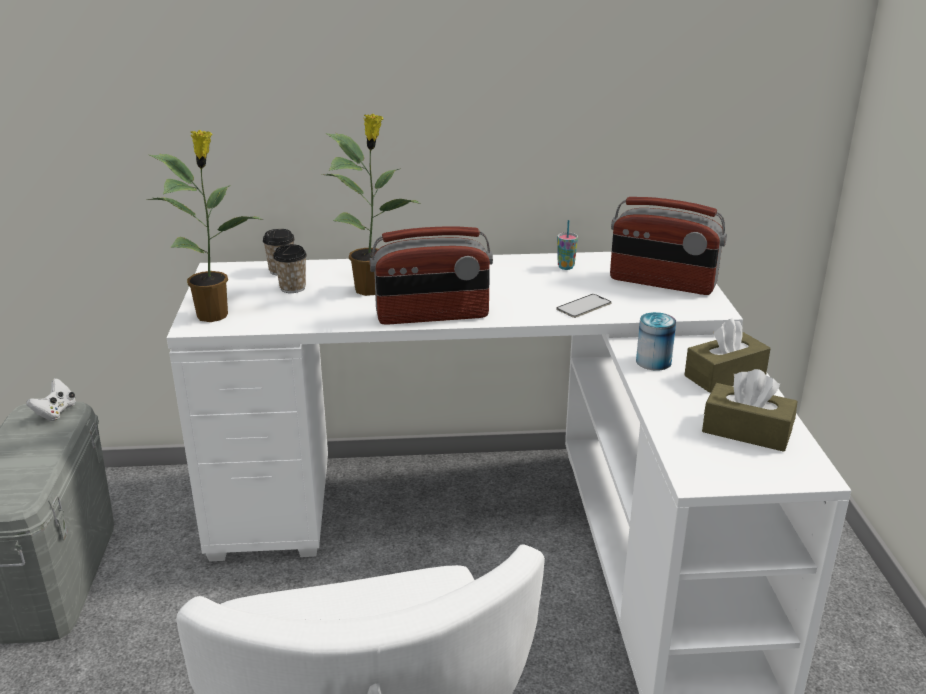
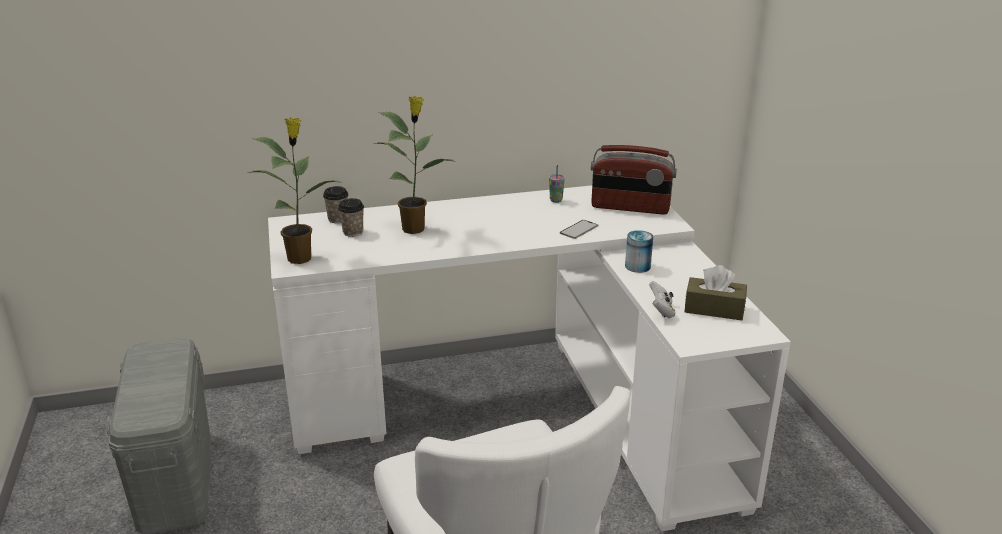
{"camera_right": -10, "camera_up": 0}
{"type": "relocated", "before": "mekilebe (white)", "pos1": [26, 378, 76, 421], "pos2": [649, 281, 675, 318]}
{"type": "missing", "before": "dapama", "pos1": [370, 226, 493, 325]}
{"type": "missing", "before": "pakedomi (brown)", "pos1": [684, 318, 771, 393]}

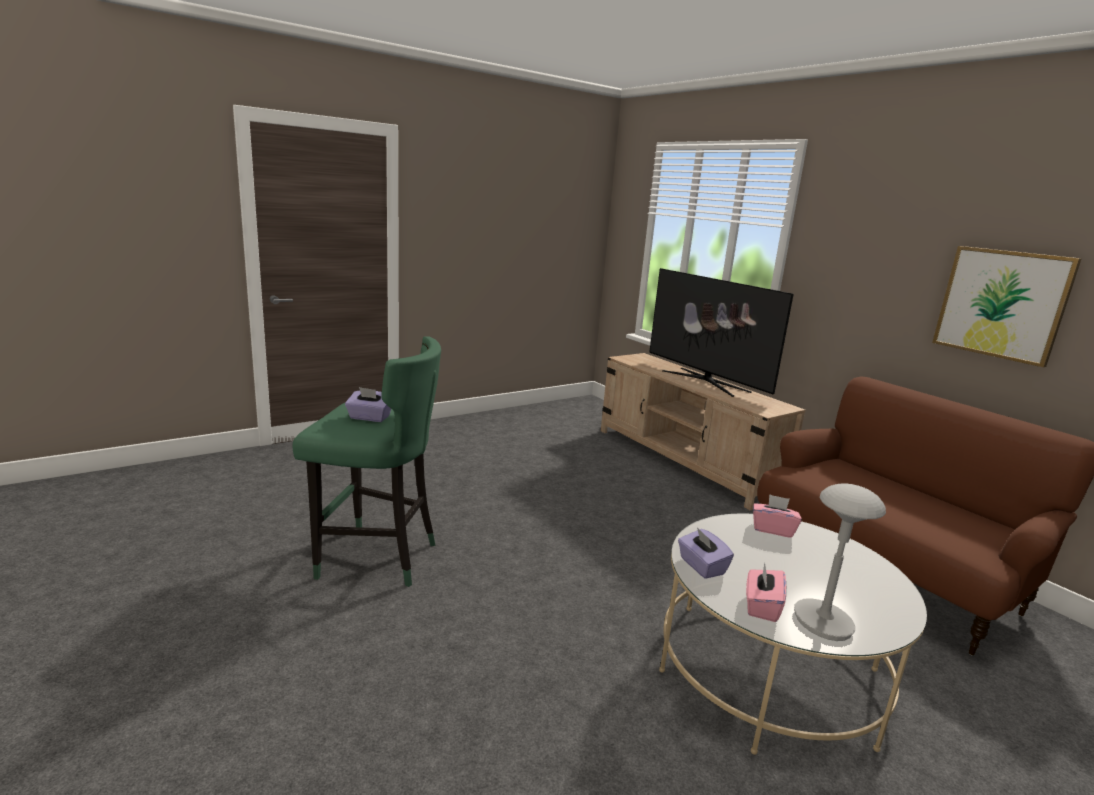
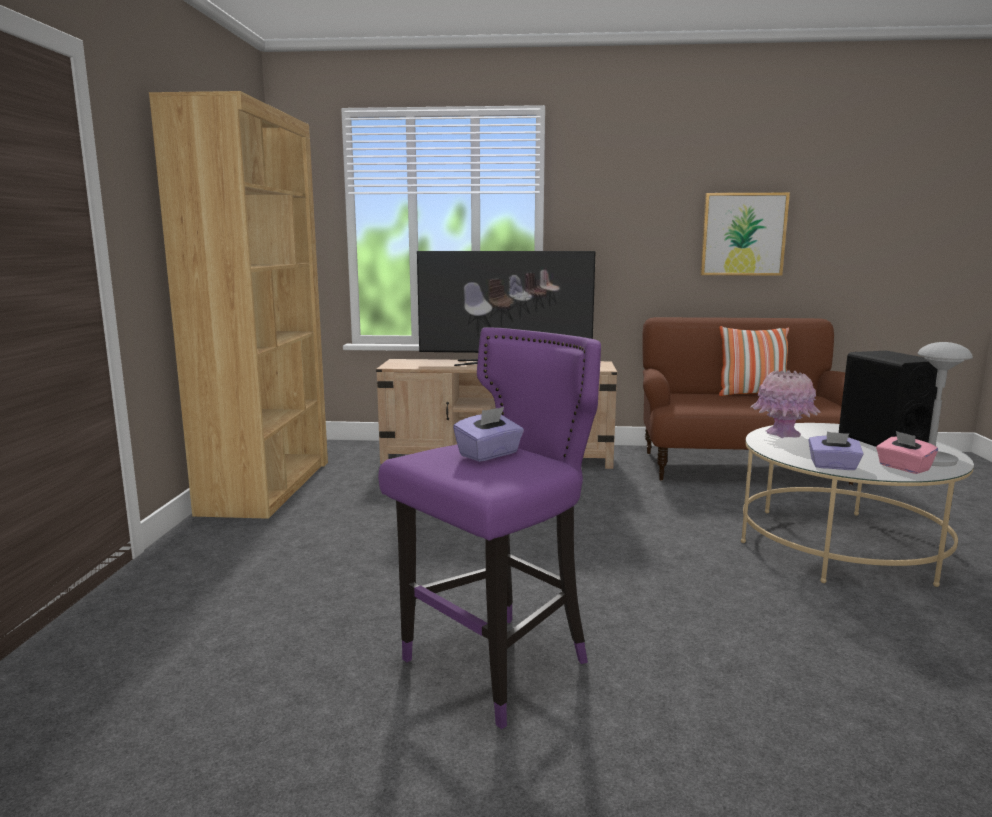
{"camera_right": -50, "camera_up": -5}
{"type": "colour", "before": "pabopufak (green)", "after": "pabopufak (purple)", "pos1": [292, 336, 441, 587], "pos2": [378, 327, 601, 729]}
{"type": "exchanged", "before": "pakedomi (pink)", "after": "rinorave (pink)", "pos1": [753, 494, 802, 538], "pos2": [750, 370, 821, 438]}
{"type": "appeared", "after": "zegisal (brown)", "pos2": [149, 91, 328, 519]}
{"type": "appeared", "after": "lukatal", "pos2": [719, 326, 789, 396]}
{"type": "appeared", "after": "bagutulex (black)", "pos2": [839, 351, 938, 447]}

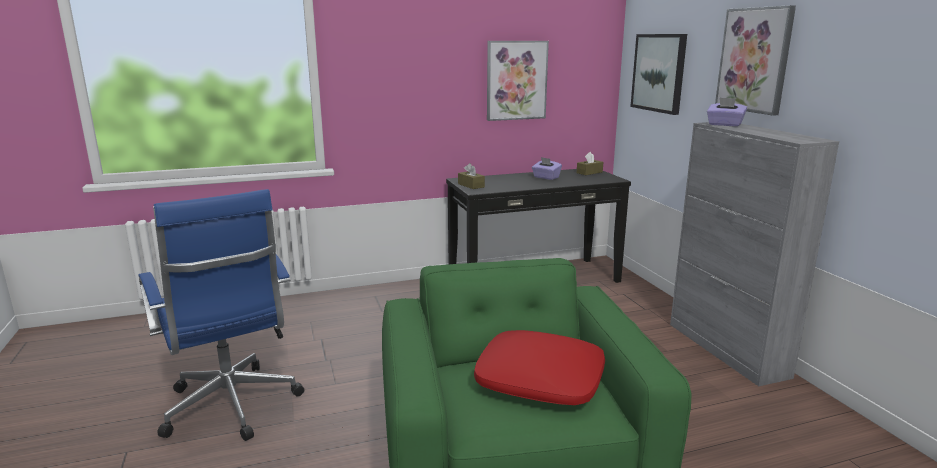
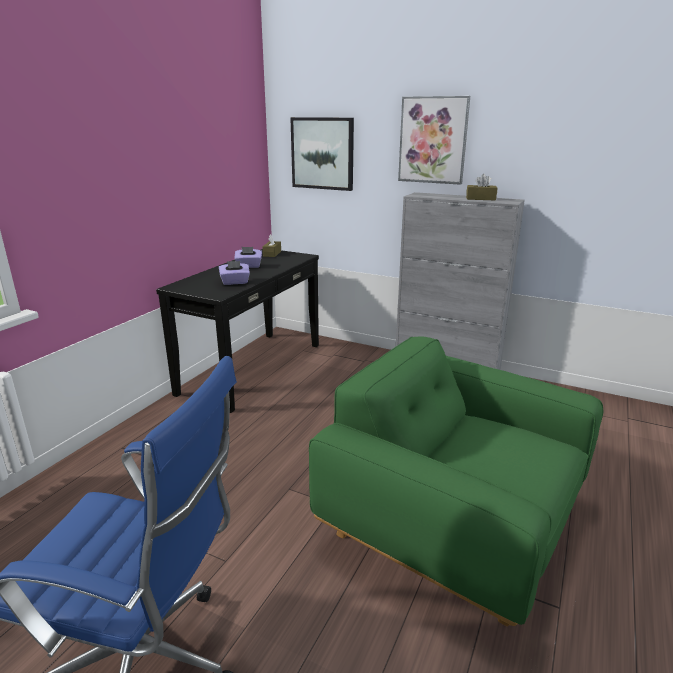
{"camera_right": -45, "camera_up": 5}
{"type": "relocated", "before": "pakedomi (brown)", "pos1": [458, 163, 485, 189], "pos2": [466, 174, 497, 200]}
{"type": "missing", "before": "lukatal (red)", "pos1": [474, 330, 605, 405]}
{"type": "missing", "before": "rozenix", "pos1": [487, 41, 549, 121]}
{"type": "relocated", "before": "pakedomi (purple)", "pos1": [707, 97, 747, 126], "pos2": [219, 261, 250, 285]}

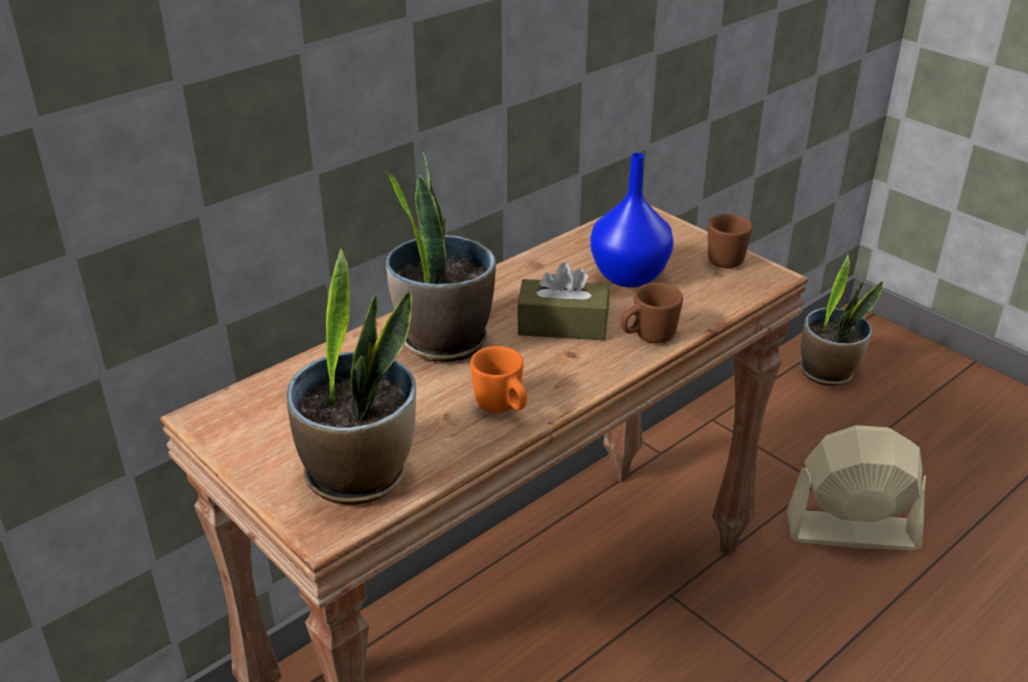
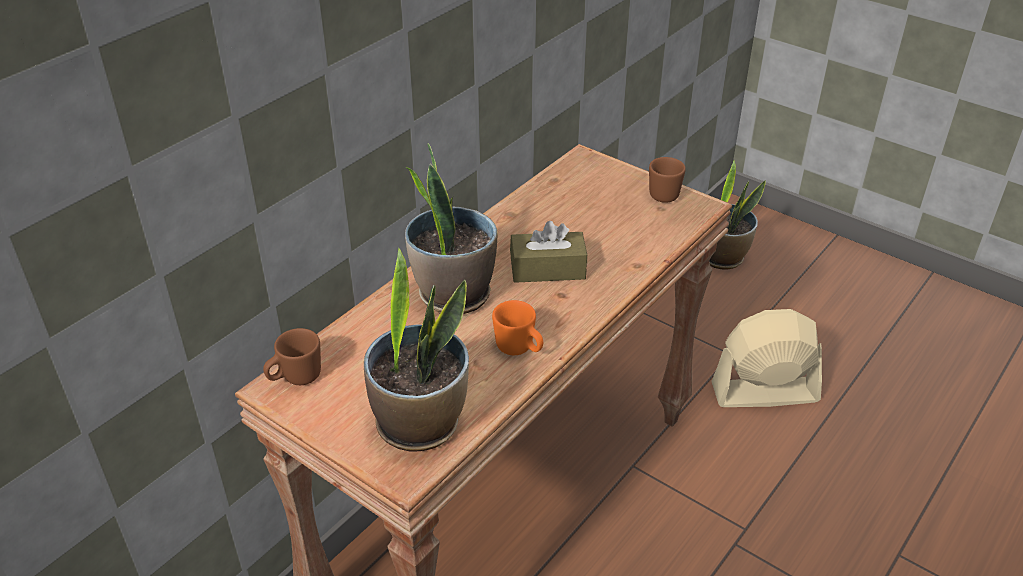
{"camera_right": -10, "camera_up": 5}
{"type": "missing", "before": "rinorave (blue)", "pos1": [590, 153, 674, 288]}
{"type": "relocated", "before": "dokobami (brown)", "pos1": [621, 283, 683, 343], "pos2": [263, 328, 321, 385]}

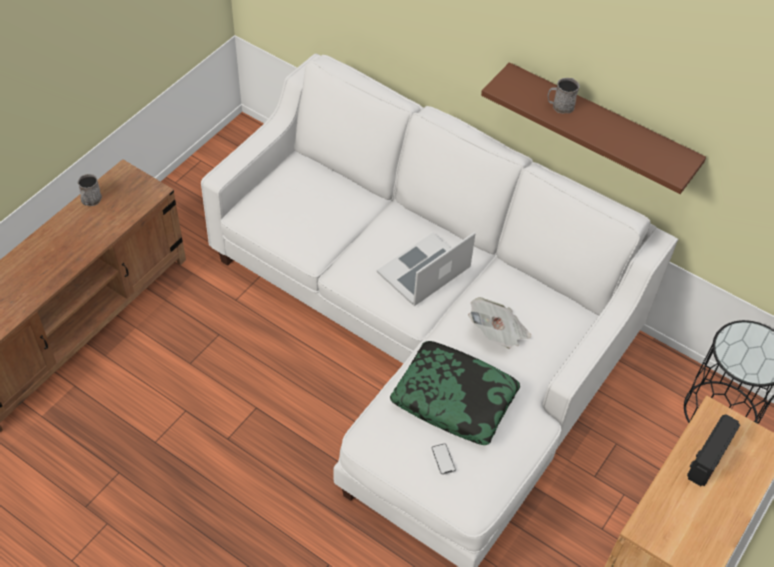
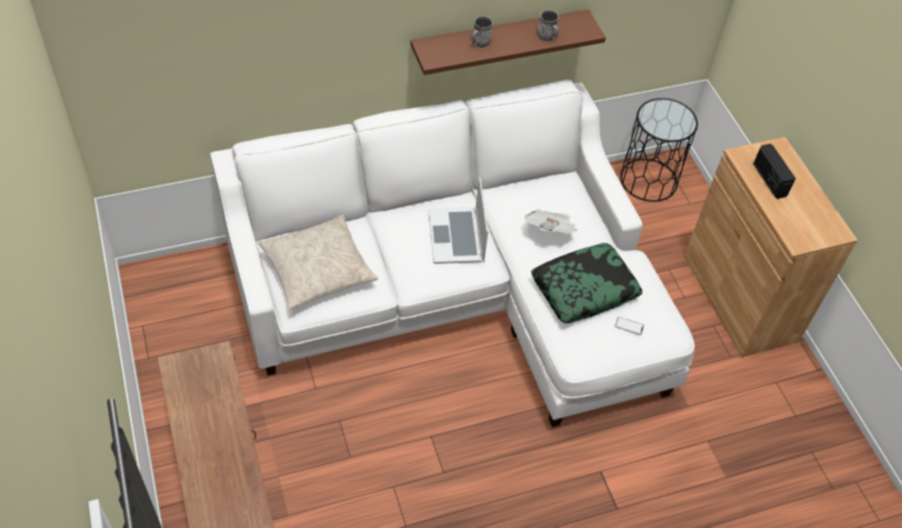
{"camera_right": -55, "camera_up": 0}
{"type": "relocated", "before": "dokobami (grey)", "pos1": [78, 174, 102, 206], "pos2": [537, 10, 559, 42]}
{"type": "appeared", "after": "lukatal (beige)", "pos2": [258, 214, 378, 310]}

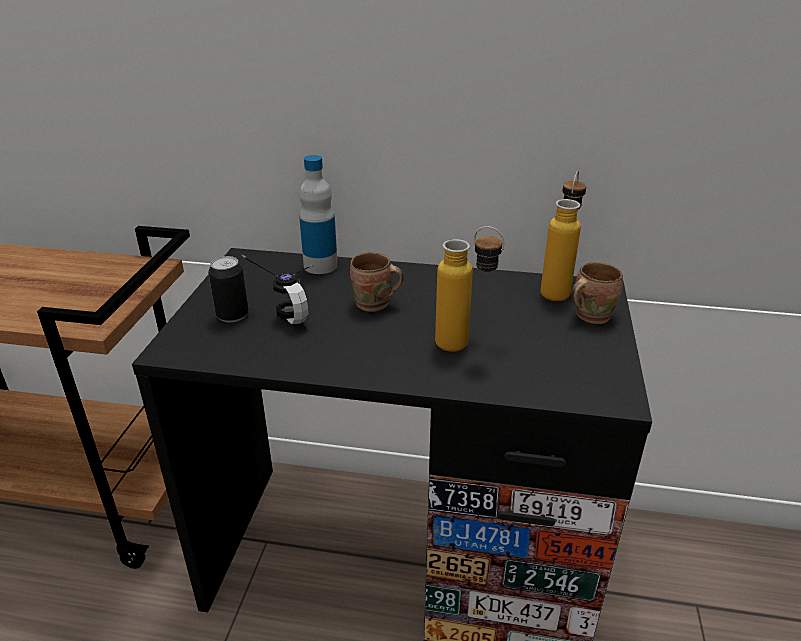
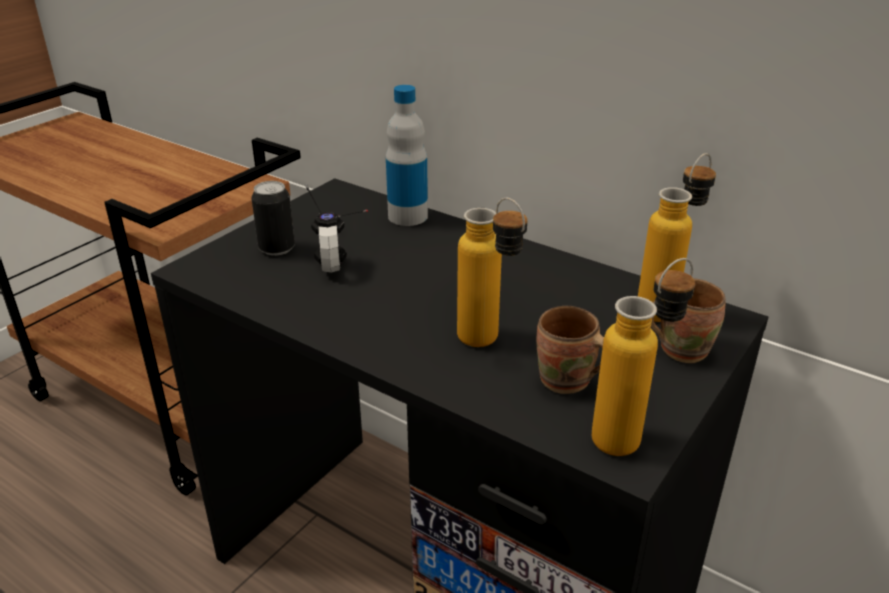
{"camera_right": 25, "camera_up": 0}
{"type": "relocated", "before": "dokobami (brown)", "pos1": [350, 252, 403, 312], "pos2": [536, 306, 604, 394]}
{"type": "appeared", "after": "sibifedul", "pos2": [592, 258, 695, 456]}

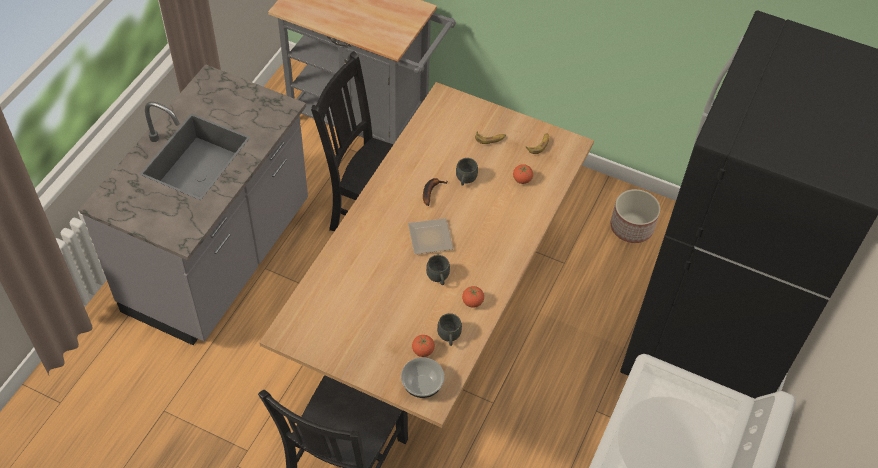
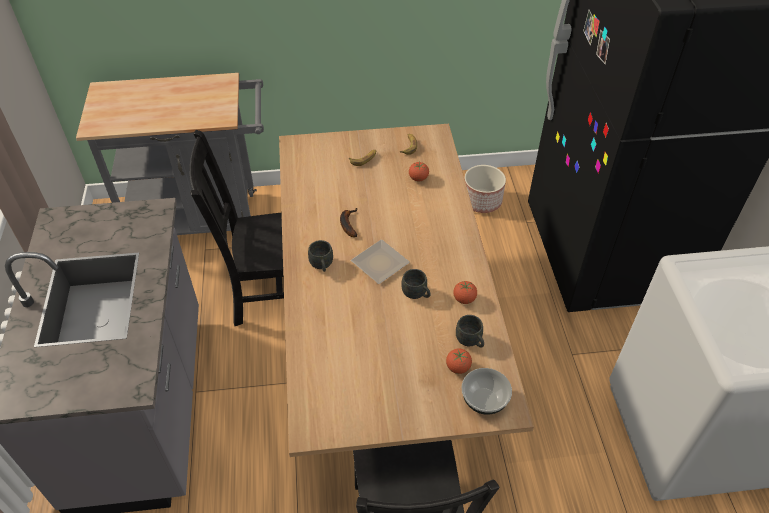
{"camera_right": -30, "camera_up": -5}
{"type": "relocated", "before": "dokobami (grey)", "pos1": [456, 158, 478, 186], "pos2": [308, 240, 333, 272]}

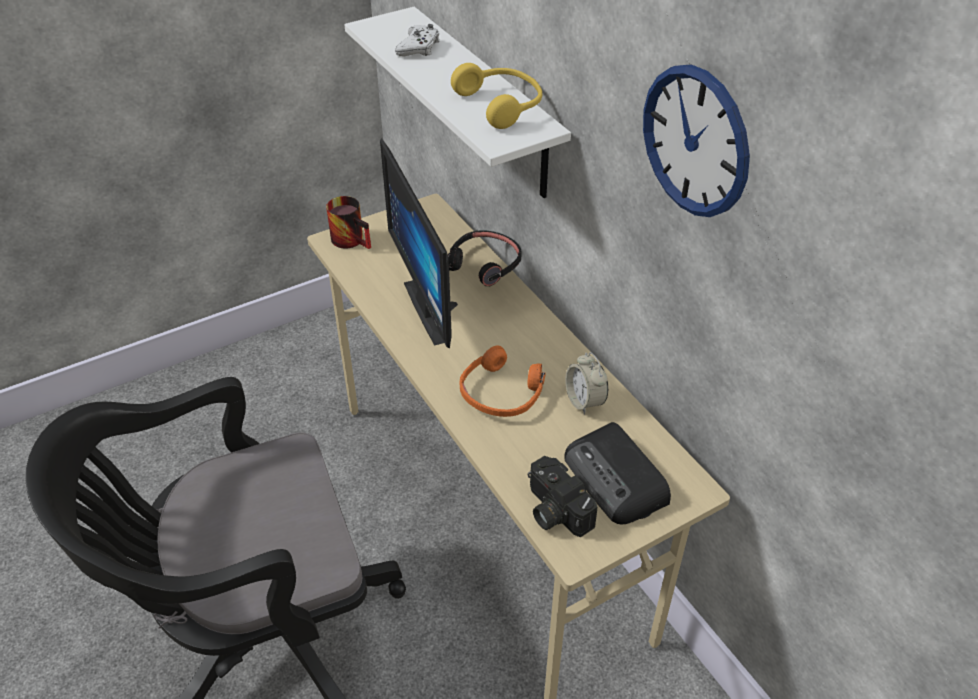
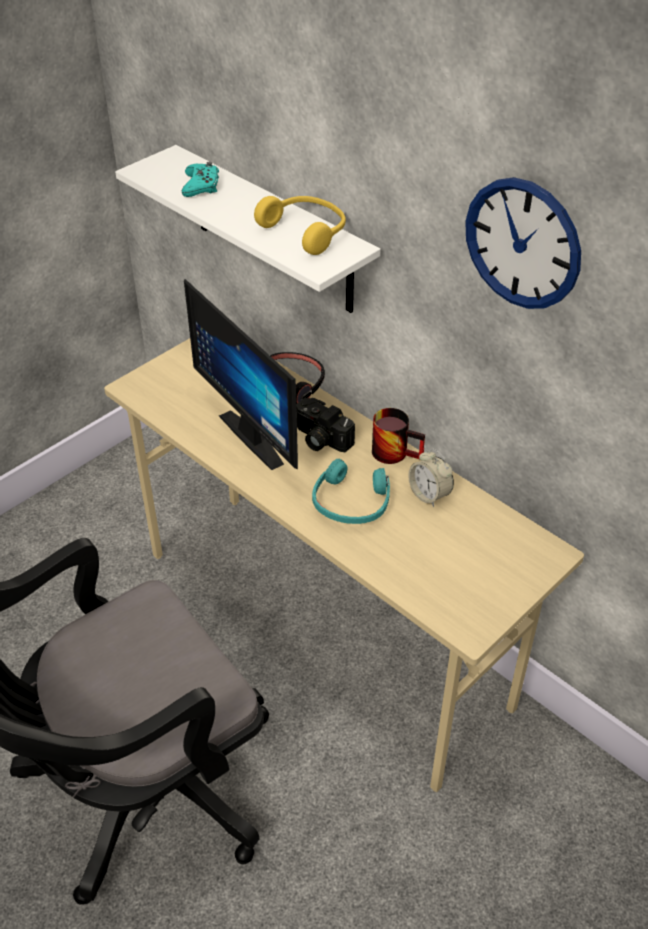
{"camera_right": -15, "camera_up": 0}
{"type": "relocated", "before": "dokobami", "pos1": [326, 196, 371, 249], "pos2": [372, 408, 425, 464]}
{"type": "colour", "before": "mekilebe (white)", "after": "mekilebe (turquoise)", "pos1": [395, 24, 440, 56], "pos2": [182, 162, 219, 197]}
{"type": "colour", "before": "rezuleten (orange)", "after": "rezuleten (turquoise)", "pos1": [460, 345, 546, 417], "pos2": [312, 459, 390, 524]}
{"type": "relocated", "before": "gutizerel", "pos1": [528, 456, 597, 538], "pos2": [296, 398, 355, 452]}
{"type": "missing", "before": "dapama", "pos1": [564, 422, 671, 524]}

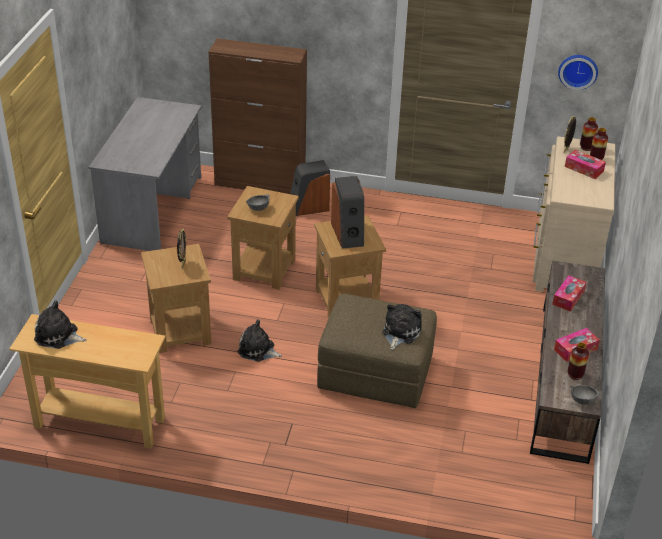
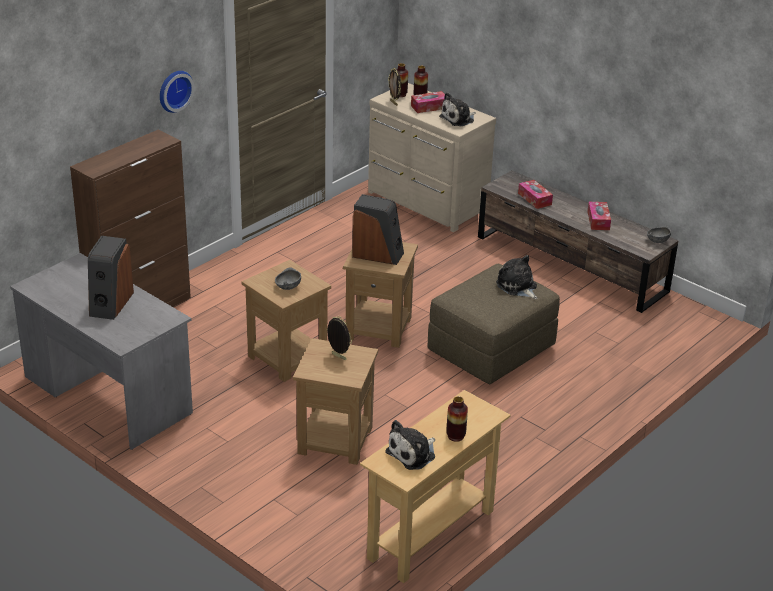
{"camera_right": -60, "camera_up": -5}
{"type": "relocated", "before": "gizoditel", "pos1": [237, 319, 282, 362], "pos2": [439, 92, 476, 126]}
{"type": "relocated", "before": "bagutulex", "pos1": [290, 160, 330, 216], "pos2": [88, 236, 134, 320]}
{"type": "relocated", "before": "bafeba", "pos1": [558, 55, 598, 90], "pos2": [160, 71, 194, 113]}
{"type": "relocated", "before": "rinorave", "pos1": [568, 343, 589, 380], "pos2": [446, 396, 468, 442]}

